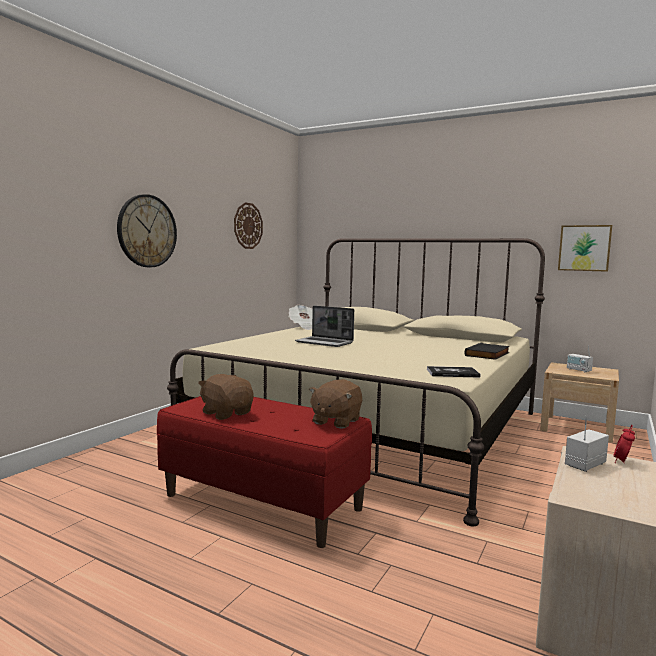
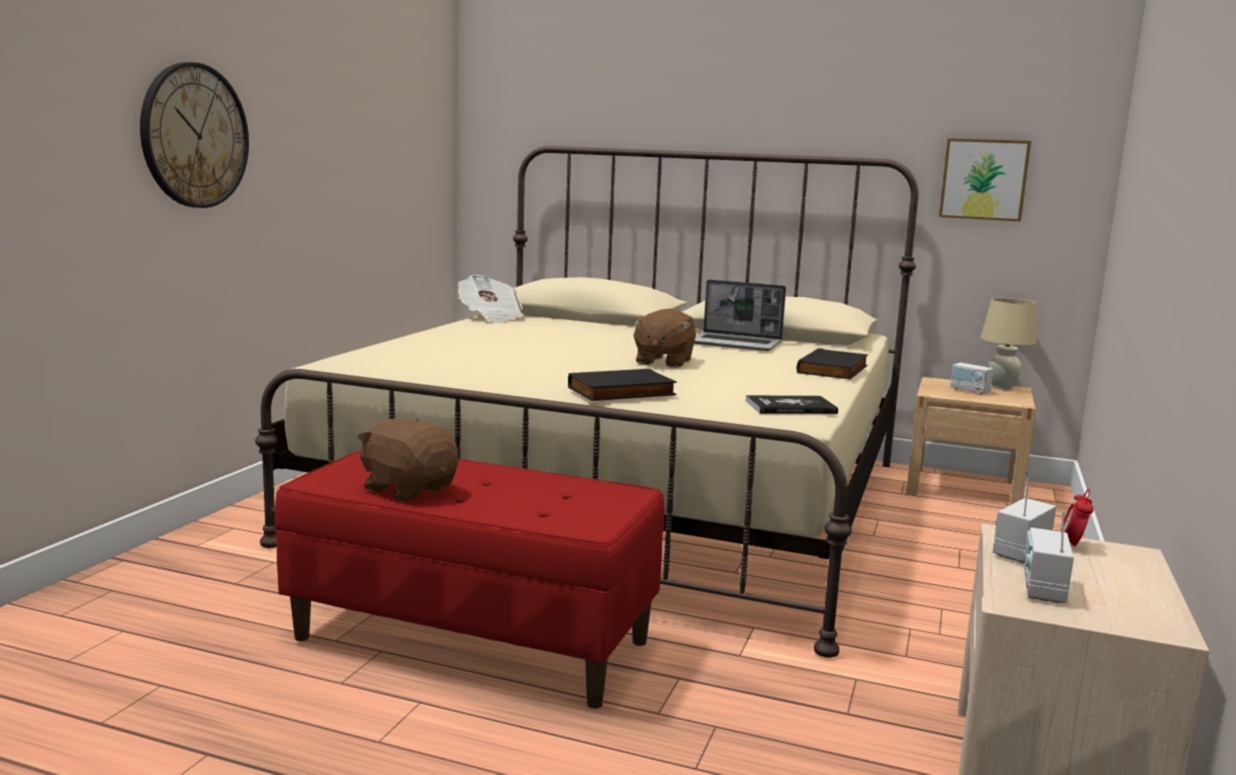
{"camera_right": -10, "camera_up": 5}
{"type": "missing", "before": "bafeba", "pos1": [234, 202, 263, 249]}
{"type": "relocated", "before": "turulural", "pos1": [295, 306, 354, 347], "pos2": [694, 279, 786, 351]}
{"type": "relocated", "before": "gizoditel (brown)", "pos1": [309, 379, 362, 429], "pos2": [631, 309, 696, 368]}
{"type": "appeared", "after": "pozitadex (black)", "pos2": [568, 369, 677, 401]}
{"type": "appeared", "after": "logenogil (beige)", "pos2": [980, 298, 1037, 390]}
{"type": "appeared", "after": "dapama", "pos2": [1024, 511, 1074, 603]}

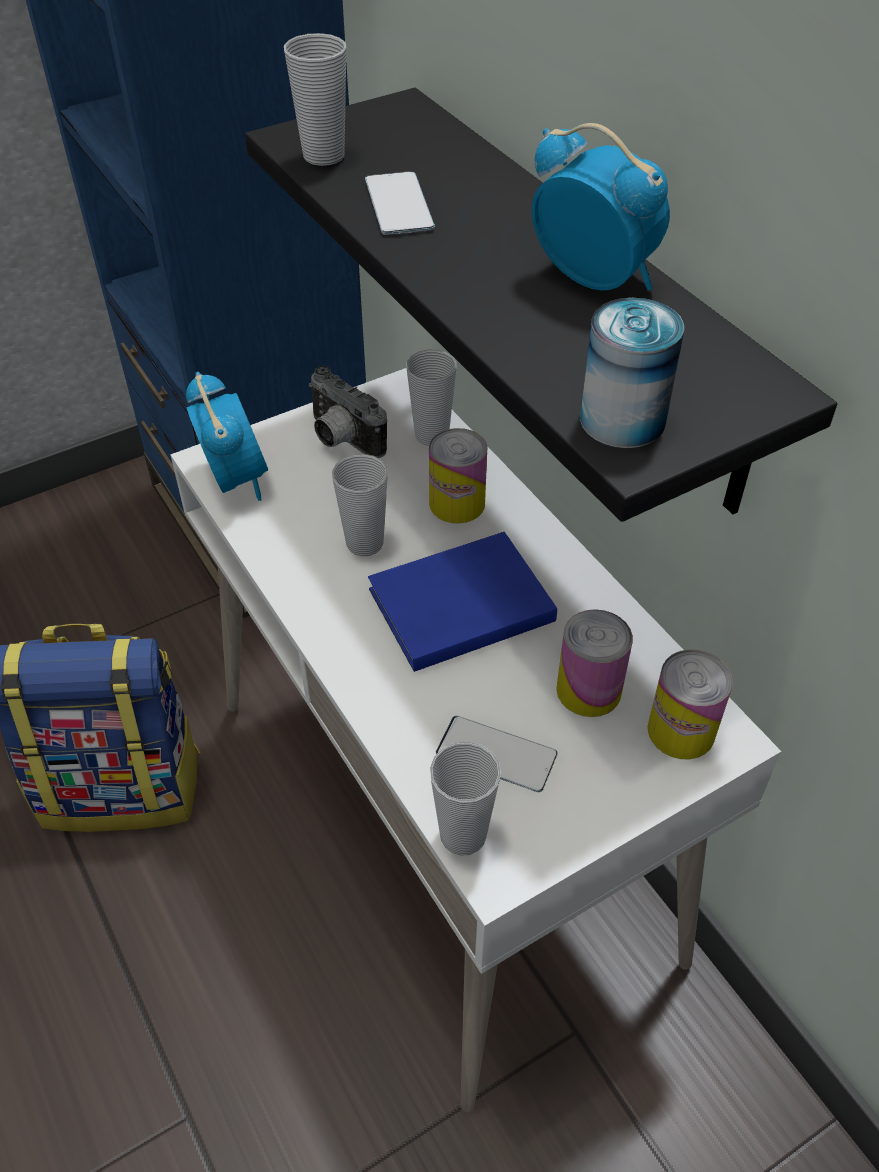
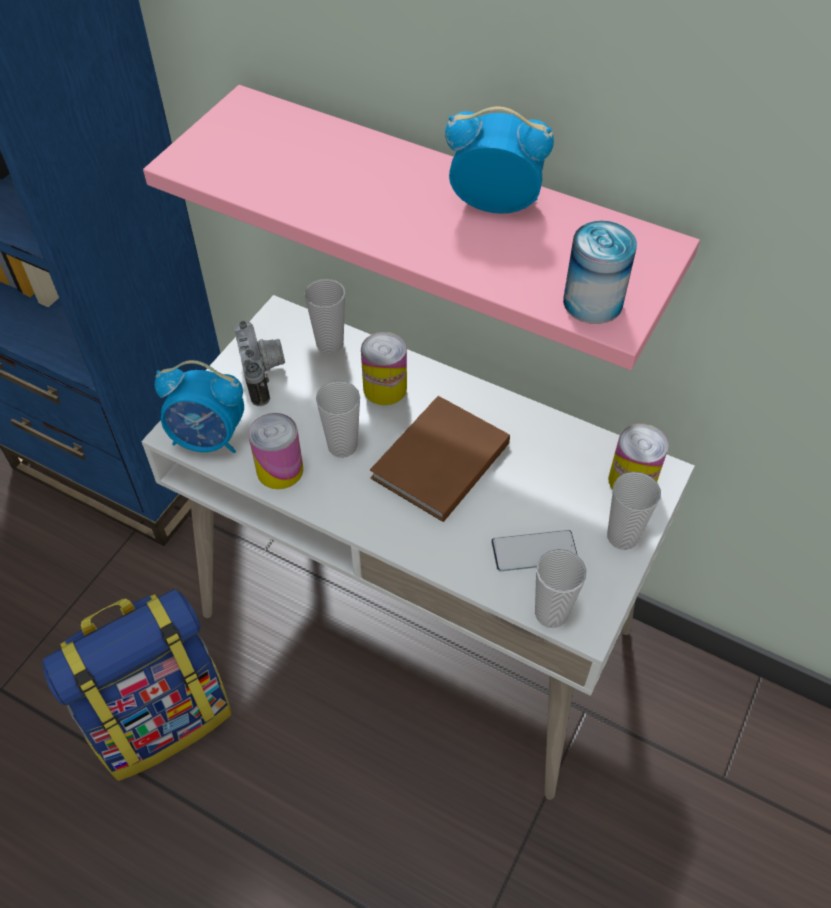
{"camera_right": -30, "camera_up": 5}
{"type": "spun", "before": "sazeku", "pos1": [186, 372, 268, 501], "pos2": [155, 360, 244, 453], "turn": 150}
{"type": "colour", "before": "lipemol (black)", "after": "lipemol (pink)", "pos1": [245, 88, 837, 522], "pos2": [143, 85, 700, 370]}
{"type": "relocated", "before": "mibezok", "pos1": [284, 33, 346, 166], "pos2": [607, 472, 661, 550]}
{"type": "spun", "before": "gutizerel", "pos1": [309, 366, 387, 458], "pos2": [235, 321, 285, 406], "turn": -120}
{"type": "missing", "before": "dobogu", "pos1": [365, 171, 435, 235]}
{"type": "colour", "before": "pozitadex (blue)", "after": "pozitadex (brown)", "pos1": [368, 532, 557, 672], "pos2": [370, 396, 510, 522]}
{"type": "relocated", "before": "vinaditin", "pos1": [556, 609, 633, 717], "pos2": [248, 413, 303, 489]}

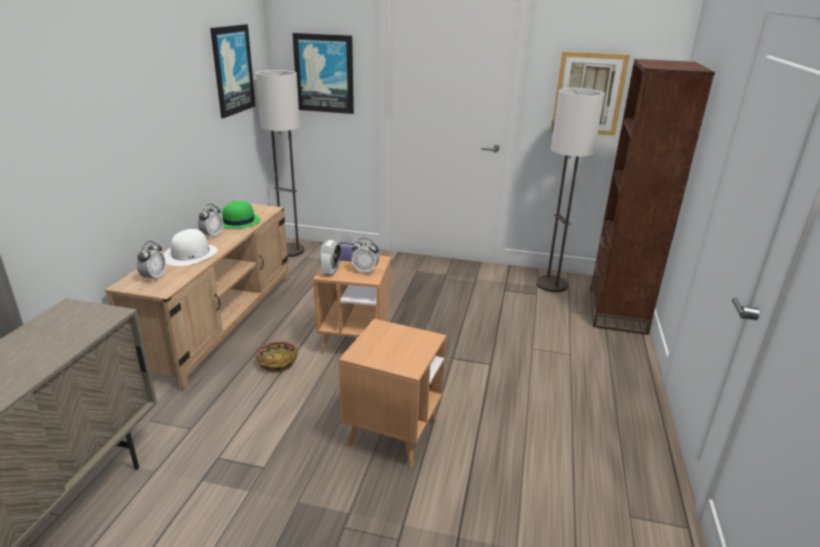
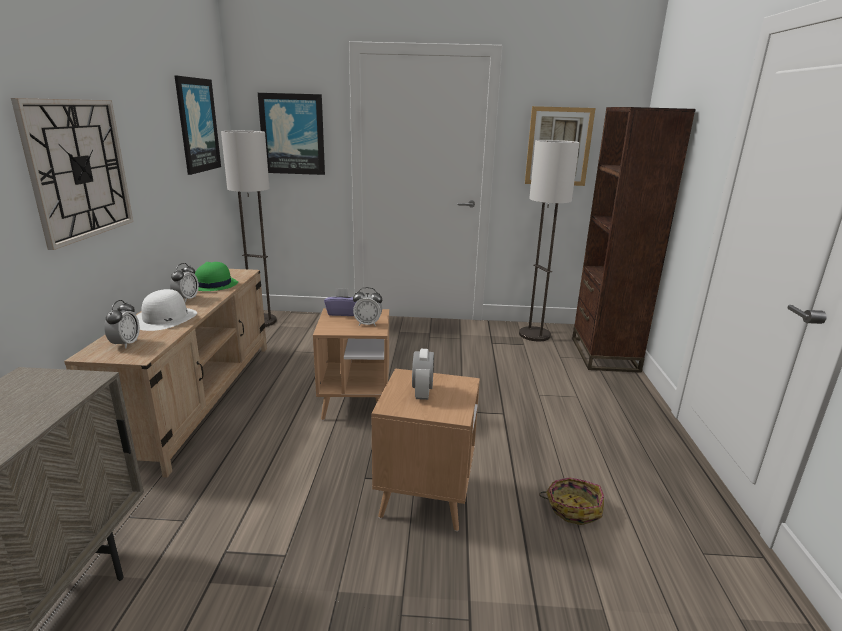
{"camera_right": -10, "camera_up": -5}
{"type": "relocated", "before": "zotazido", "pos1": [255, 341, 298, 372], "pos2": [539, 477, 604, 525]}
{"type": "relocated", "before": "sazeku", "pos1": [319, 240, 342, 276], "pos2": [412, 349, 434, 400]}
{"type": "appeared", "after": "bafeba", "pos2": [11, 98, 133, 250]}

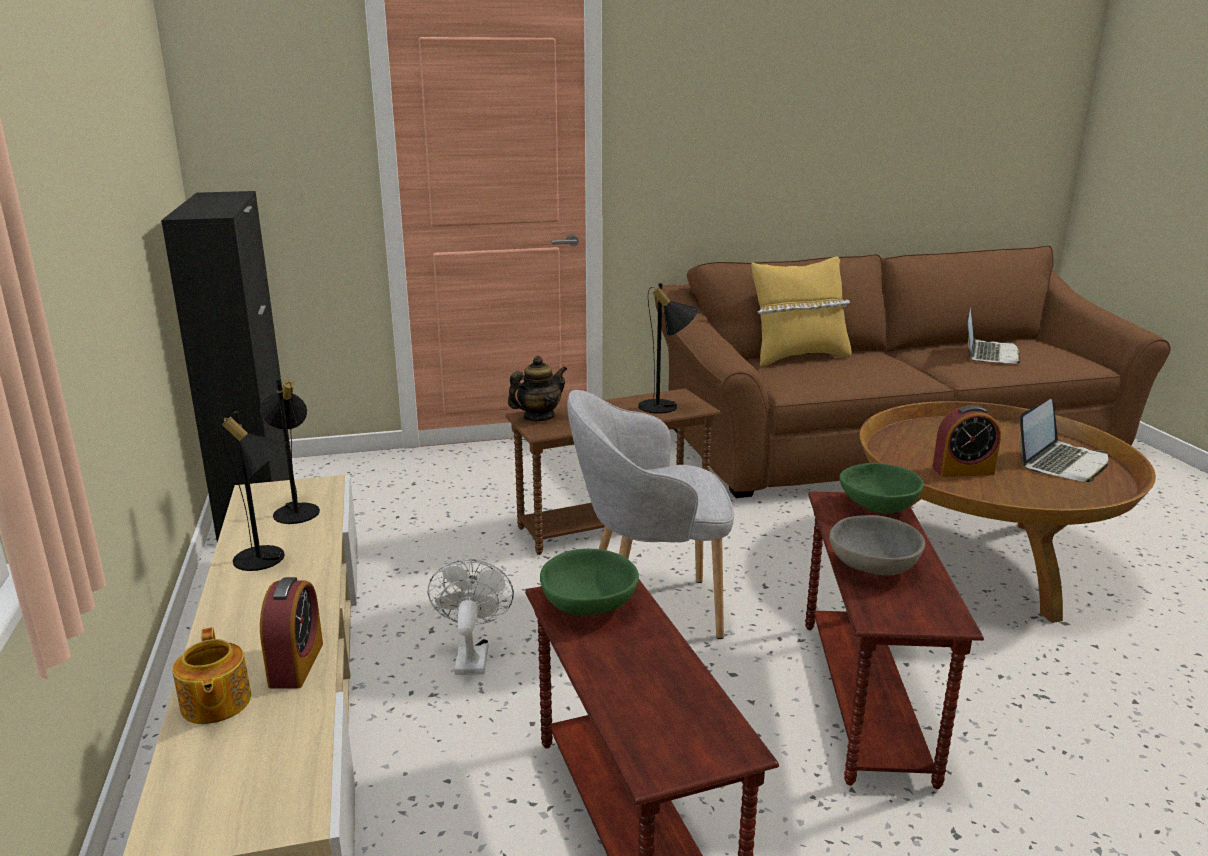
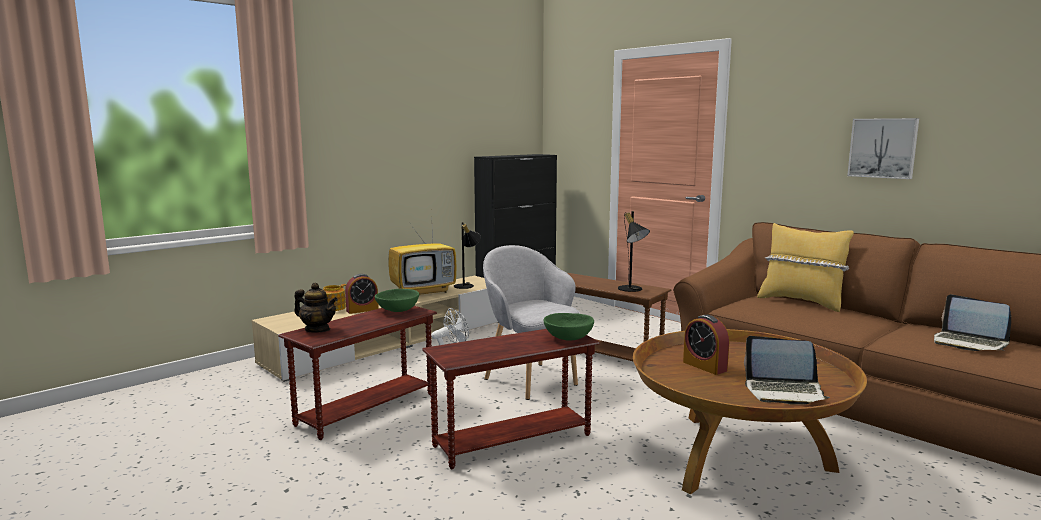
{"camera_right": 60, "camera_up": -10}
{"type": "exchanged", "before": "logenogil (black)", "after": "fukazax", "pos1": [217, 411, 286, 571], "pos2": [388, 225, 457, 295]}
{"type": "relocated", "before": "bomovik", "pos1": [508, 356, 567, 421], "pos2": [294, 283, 338, 332]}
{"type": "missing", "before": "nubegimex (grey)", "pos1": [829, 515, 925, 576]}
{"type": "spun", "before": "turulural", "pos1": [967, 307, 1021, 364], "pos2": [934, 294, 1011, 351], "turn": 60}
{"type": "appeared", "after": "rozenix", "pos2": [847, 118, 919, 179]}

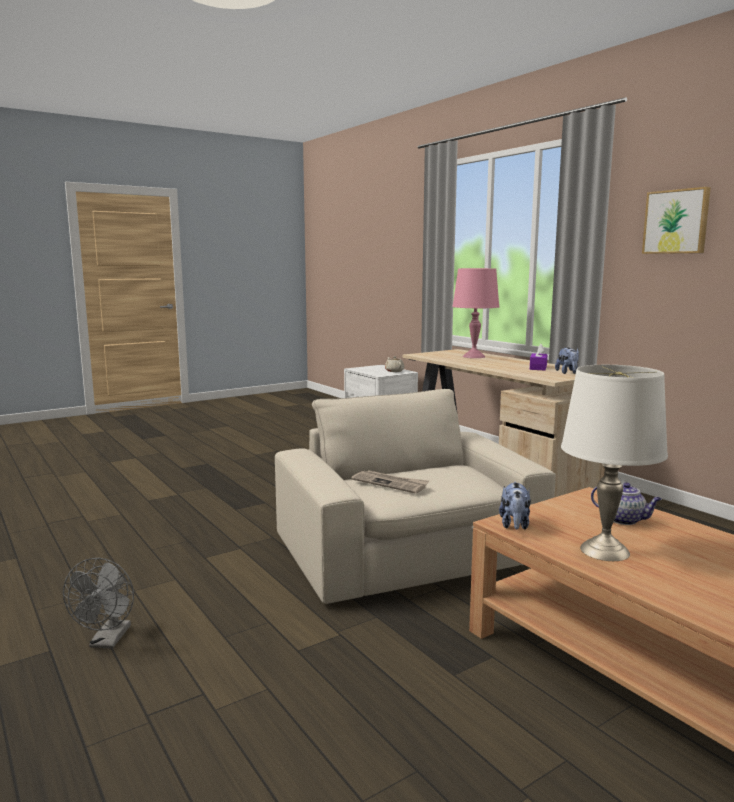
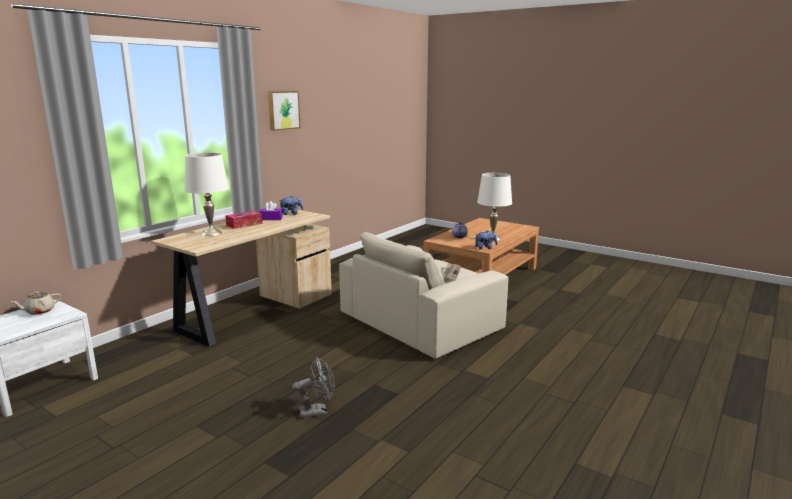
{"camera_right": -110, "camera_up": 5}
{"type": "relocated", "before": "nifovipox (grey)", "pos1": [63, 558, 134, 649], "pos2": [292, 357, 334, 418]}
{"type": "colour", "before": "logenogil (pink)", "after": "logenogil (white)", "pos1": [452, 268, 499, 358], "pos2": [184, 153, 229, 236]}
{"type": "appeared", "after": "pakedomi", "pos2": [225, 211, 262, 229]}

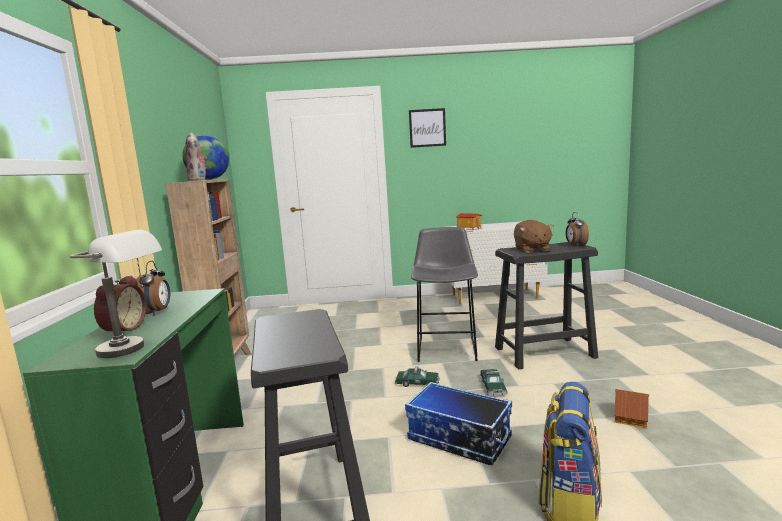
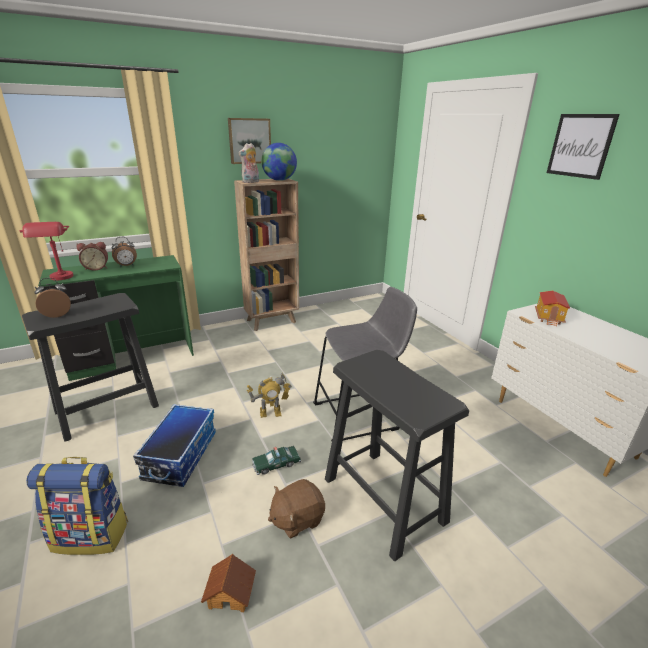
{"camera_right": 65, "camera_up": 15}
{"type": "colour", "before": "logenogil (grey)", "after": "logenogil (red)", "pos1": [70, 230, 162, 358], "pos2": [19, 222, 74, 280]}
{"type": "exchanged", "before": "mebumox", "after": "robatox", "pos1": [395, 366, 439, 387], "pos2": [247, 373, 292, 418]}
{"type": "relocated", "before": "gizoditel (brown)", "pos1": [514, 220, 554, 253], "pos2": [268, 479, 325, 539]}
{"type": "relocated", "before": "sazeku", "pos1": [566, 212, 589, 246], "pos2": [35, 278, 71, 318]}
{"type": "appeared", "after": "rozenix", "pos2": [228, 118, 271, 164]}

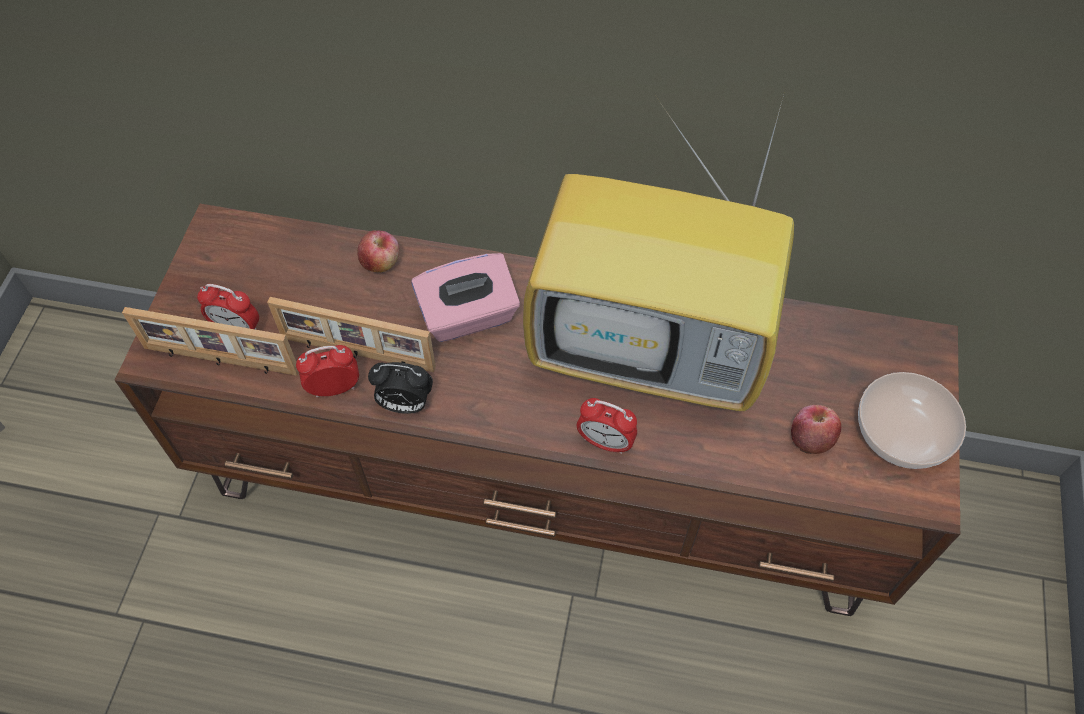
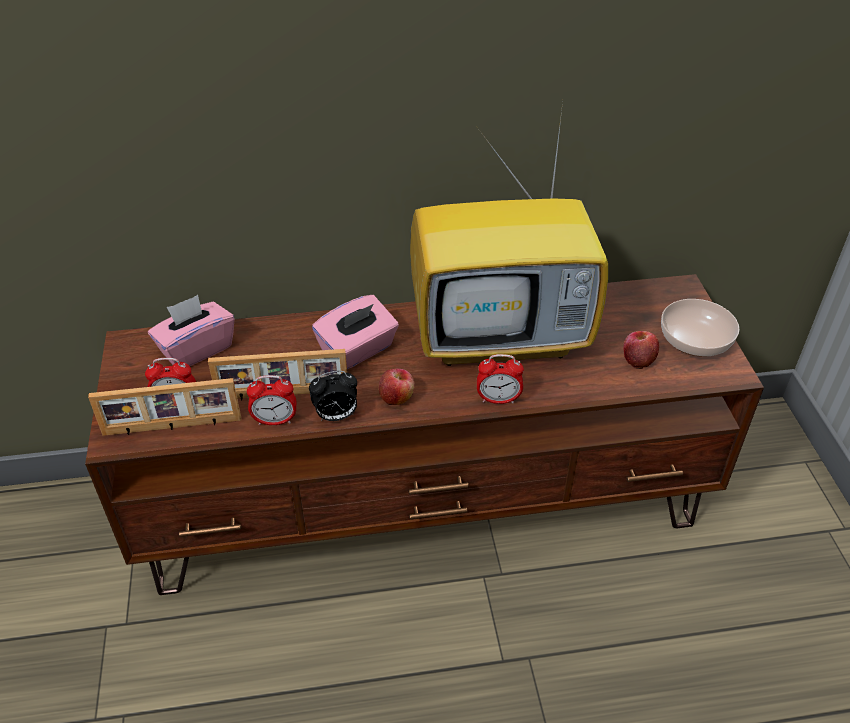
{"camera_right": -20, "camera_up": -15}
{"type": "spun", "before": "sazeku", "pos1": [296, 345, 359, 398], "pos2": [247, 375, 296, 425], "turn": -150}
{"type": "relocated", "before": "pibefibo", "pos1": [357, 230, 399, 272], "pos2": [379, 368, 415, 405]}
{"type": "appeared", "after": "pakedomi (pink)", "pos2": [148, 295, 234, 366]}

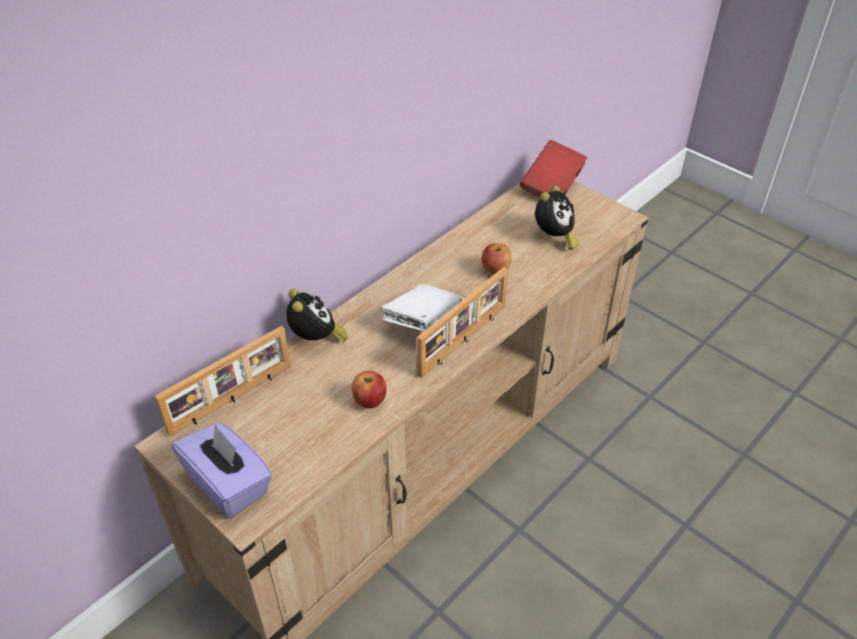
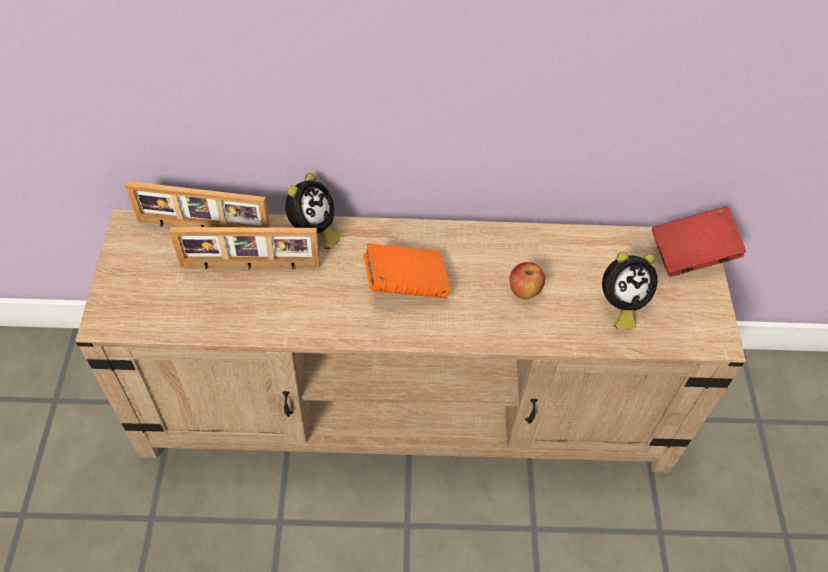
{"camera_right": 45, "camera_up": 10}
{"type": "missing", "before": "pakedomi (purple)", "pos1": [172, 423, 273, 518]}
{"type": "missing", "before": "pibefibo", "pos1": [352, 371, 387, 409]}
{"type": "colour", "before": "pozitadex (white)", "after": "pozitadex (orange)", "pos1": [381, 284, 464, 331], "pos2": [363, 243, 450, 299]}
{"type": "relocated", "before": "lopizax", "pos1": [417, 267, 508, 378], "pos2": [169, 227, 320, 270]}

